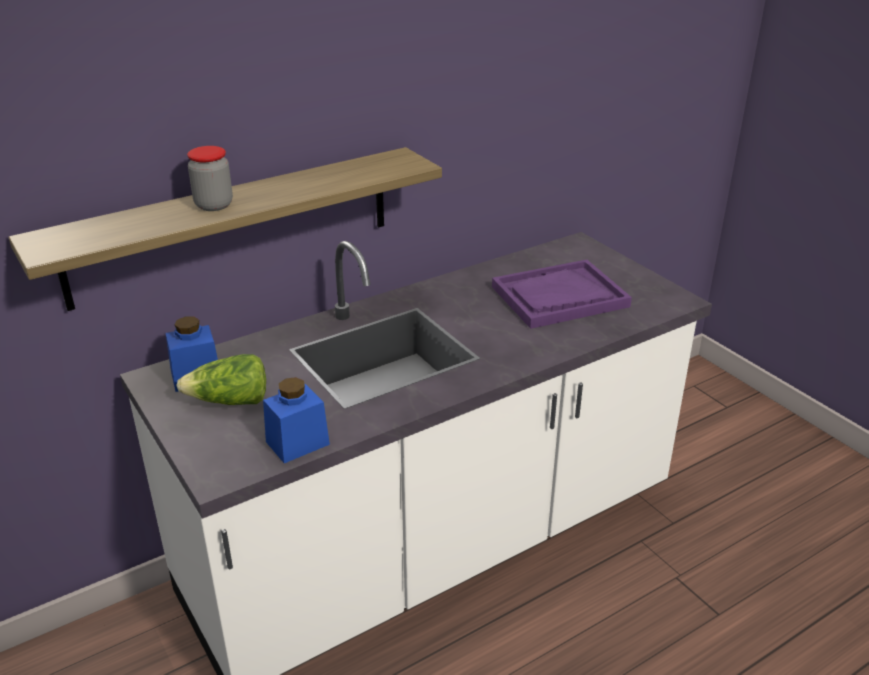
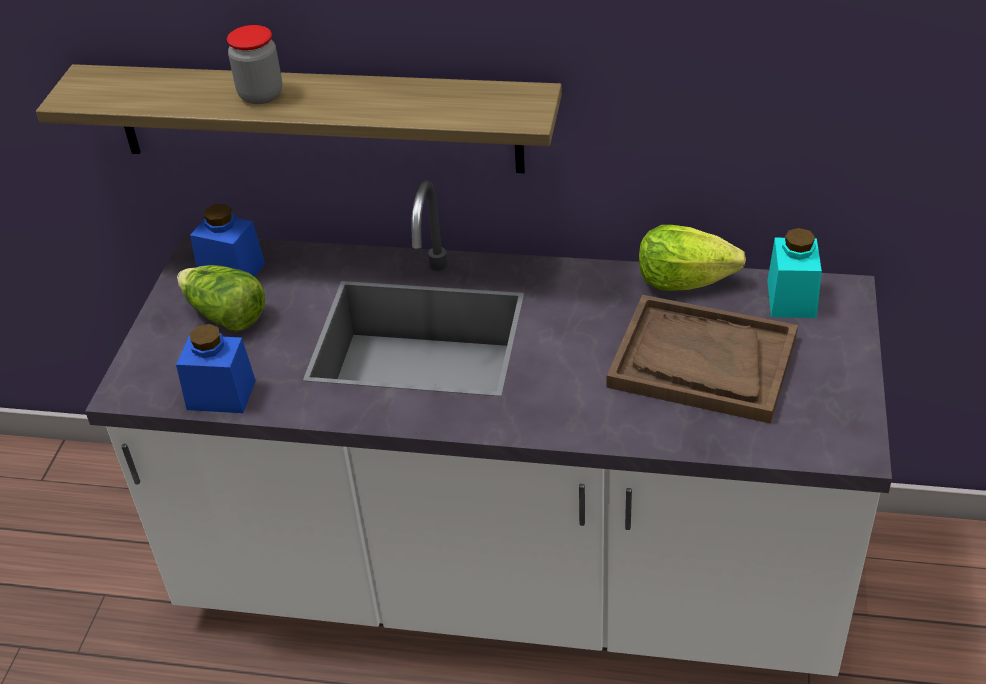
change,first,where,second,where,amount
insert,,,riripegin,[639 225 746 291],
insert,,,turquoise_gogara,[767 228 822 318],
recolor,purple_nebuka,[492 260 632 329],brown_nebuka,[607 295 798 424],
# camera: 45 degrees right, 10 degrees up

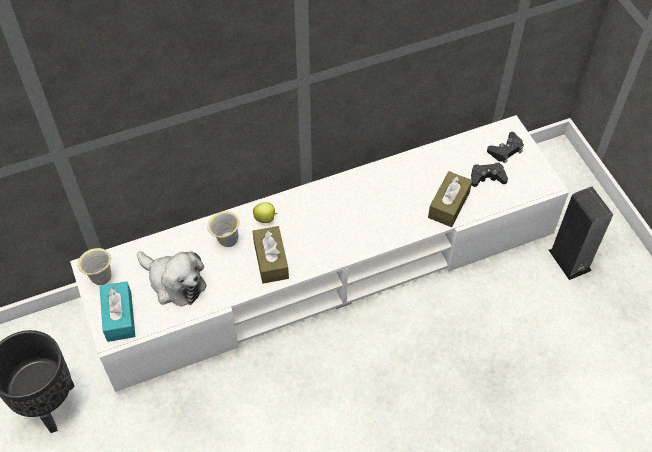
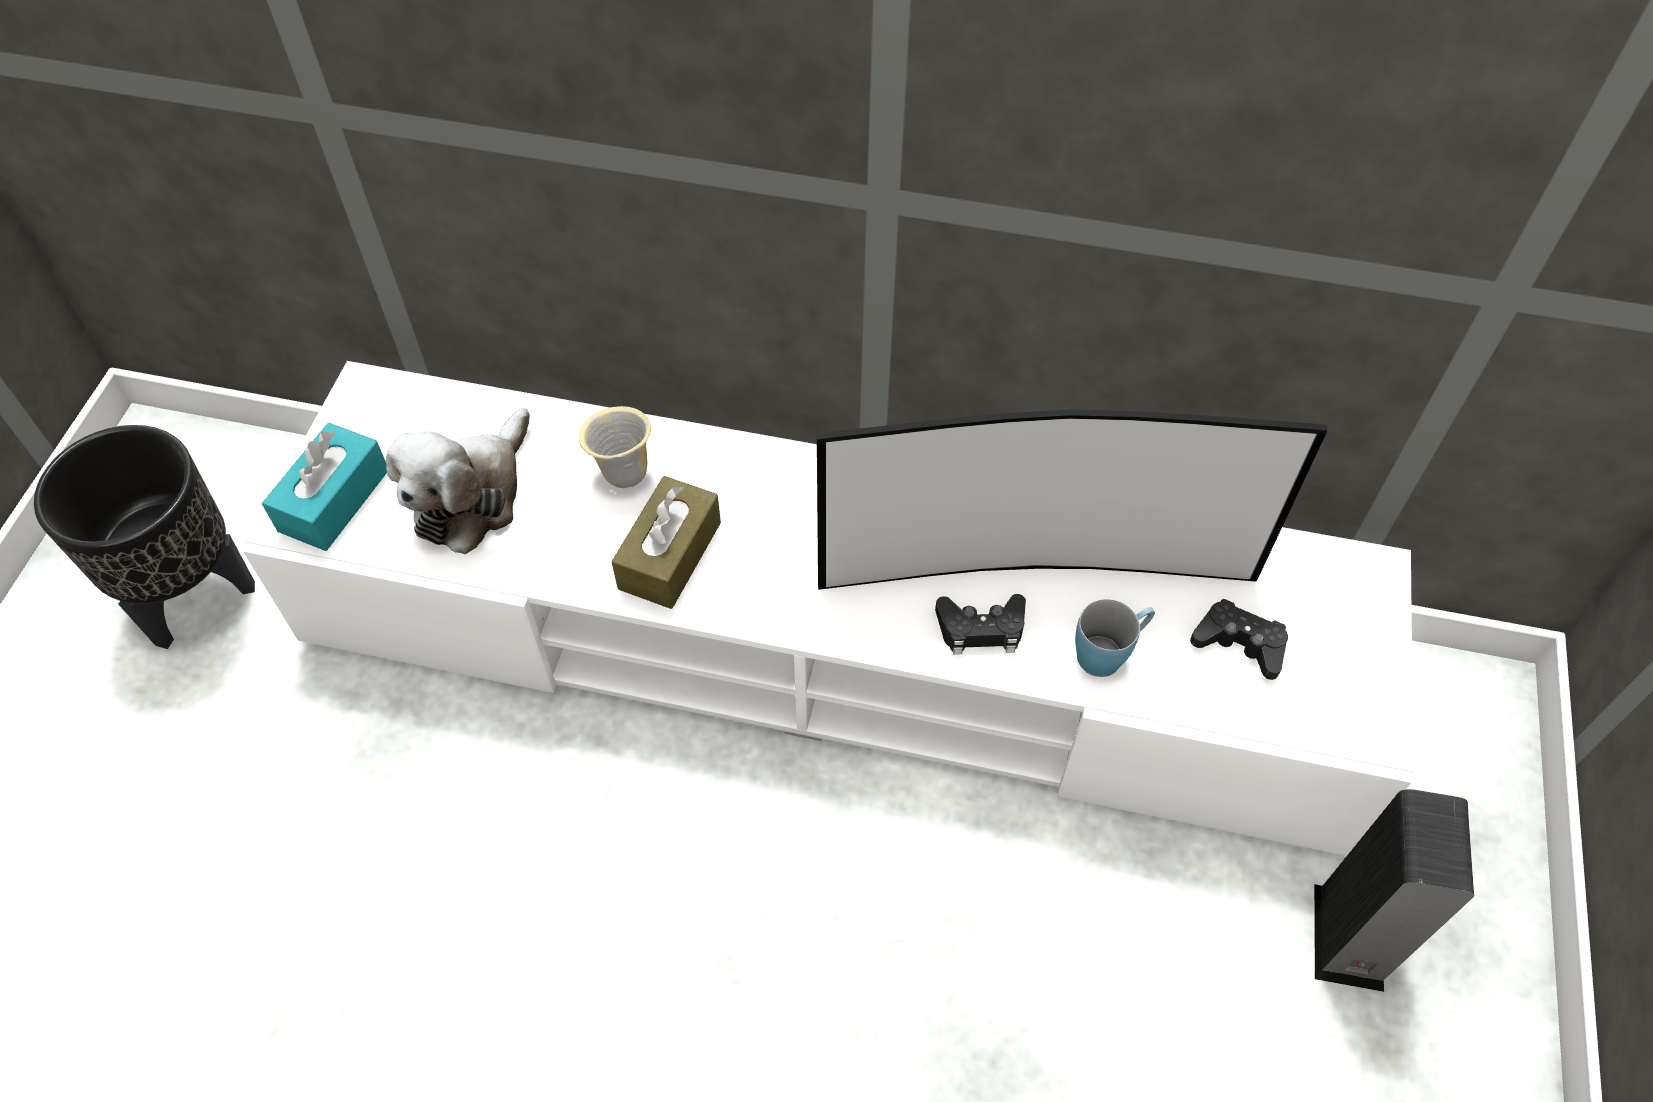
change,first,where,second,where,amount
delete,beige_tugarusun,[78 248 111 285],,,
delete,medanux,[253 202 278 223],,,
insert,,,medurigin,[817 410 1328 590],
move,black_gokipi,[487 132 524 163],,[935 594 1026 655],
replace,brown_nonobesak,[428 171 472 227],blue_tugarusun,[1075 599 1155 677],
rotate,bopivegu,[137 251 207 306],,[386 408 530 554],45 degrees clockwise
# camera: 35 degrees right, 0 degrees up

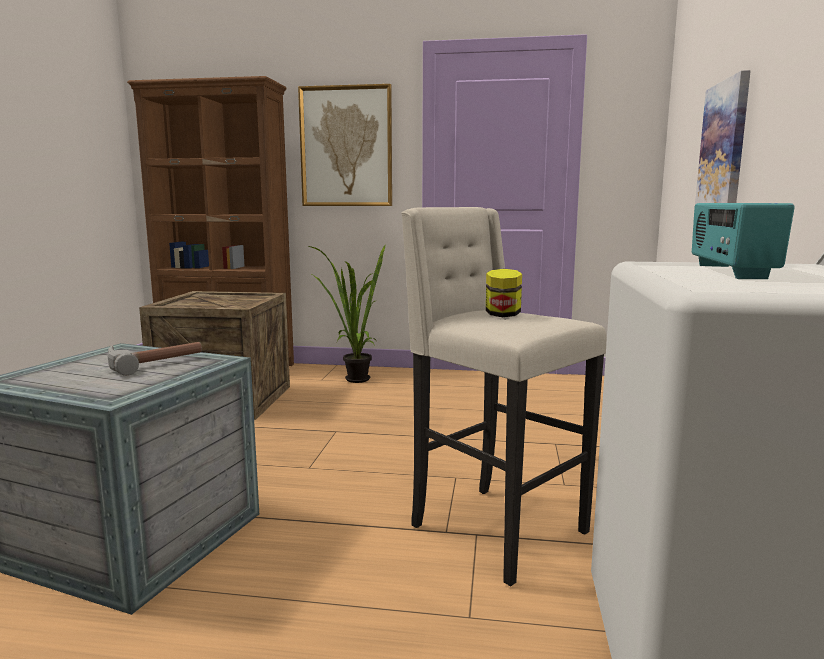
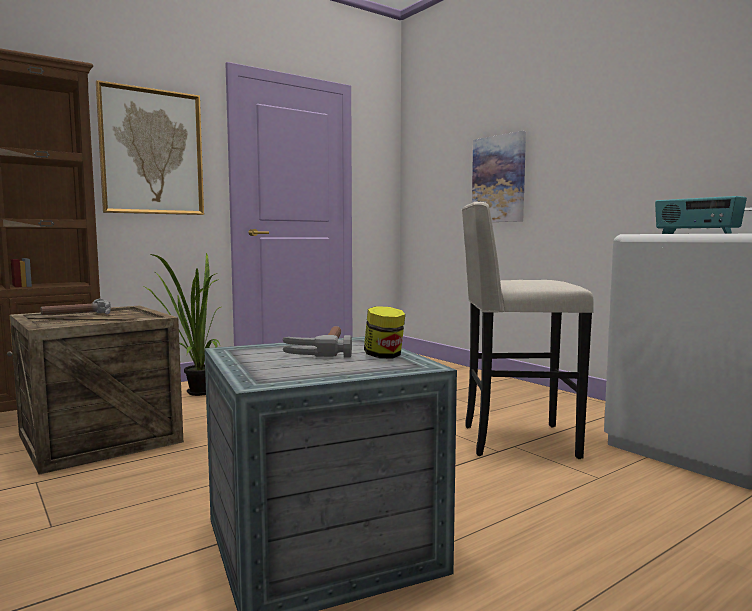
change,first,where,second,where,amount
insert,,,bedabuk,[41 299 111 315],
move,gogara,[486 269 522 317],,[364 306 405 359],
# camera: 45 degrees left, 5 degrees down

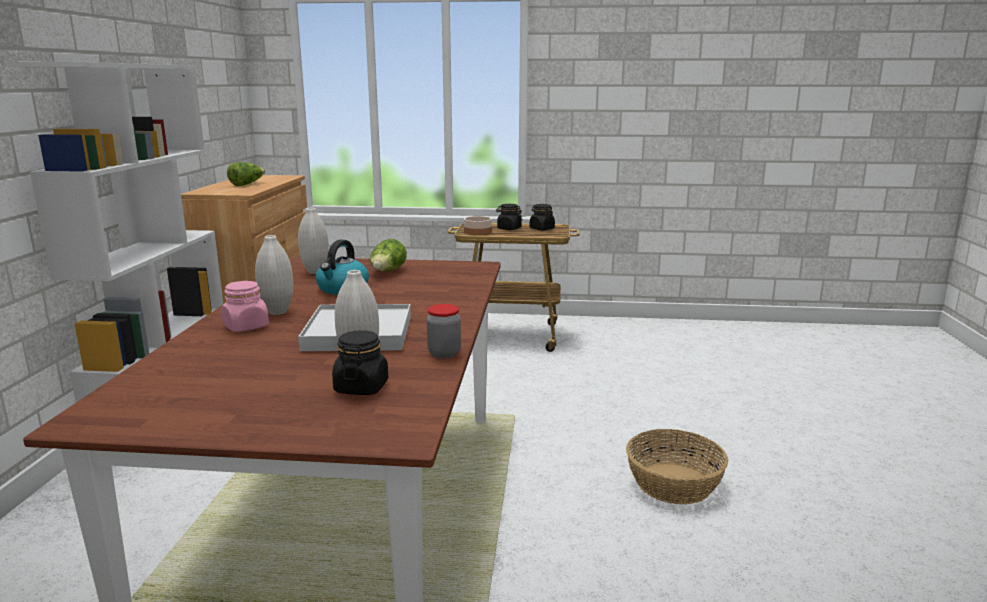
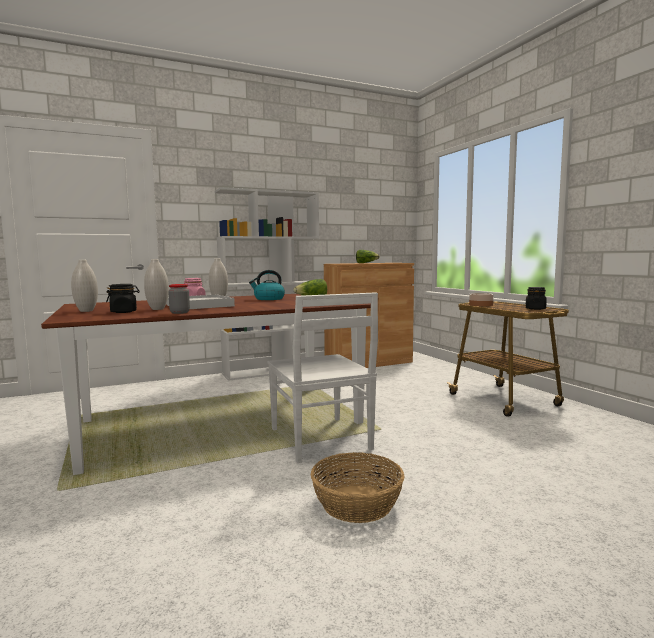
change,first,where,second,where,amount
delete,black_gogara,[496 204 522 230],,,
insert,,,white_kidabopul,[268 292 378 463],
move,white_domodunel,[298 208 329 274],,[71 260 98 312],
# camera: 60 degrees right, 10 degrees down

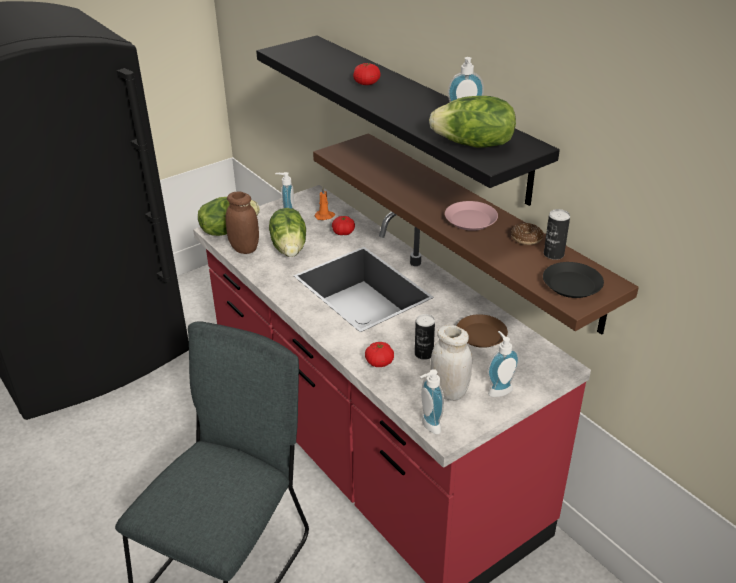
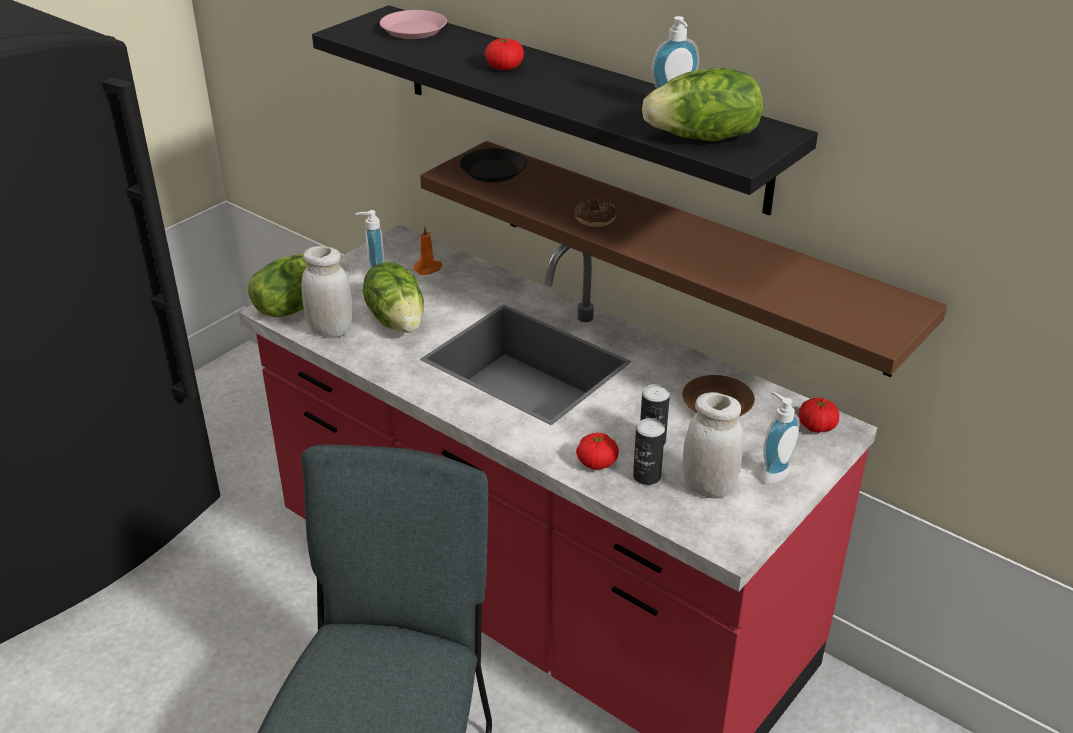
change,first,where,second,where,amount
delete,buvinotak,[420 369 444 434],,,
move,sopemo,[332 216 355 235],,[799 398 839 433],
move,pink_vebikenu,[445 201 498 231],,[380 10 447 39],
move,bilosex,[511 223 543 245],,[574 199 617 227],
move,black_vebikenu,[543 262 604 298],,[460 148 527 182],
move,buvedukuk,[544 209 570 260],,[633 418 665 485],
recolor,brown_gogara,[226 191 259 254],white_gogara,[301 246 352 338],
# camera: 15 degrees left, 0 degrees up

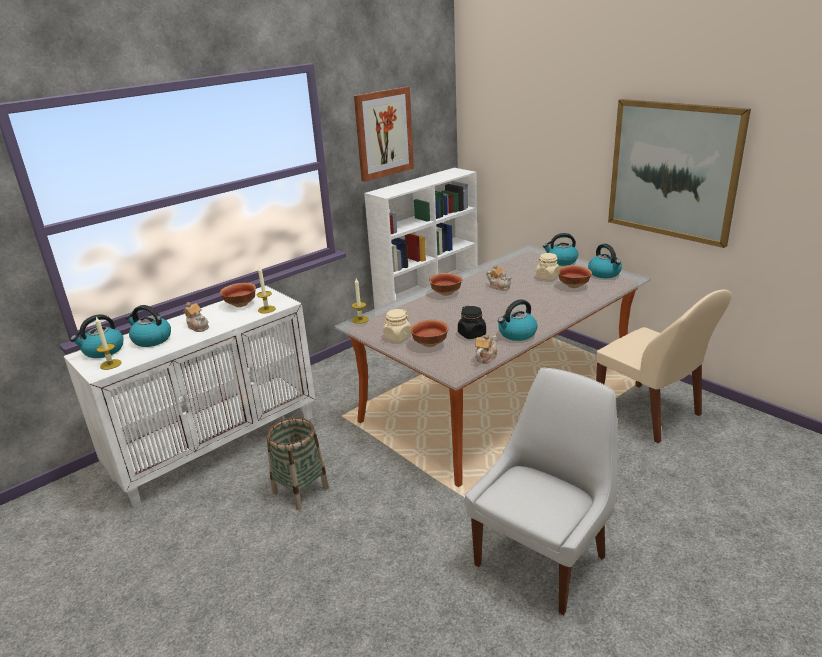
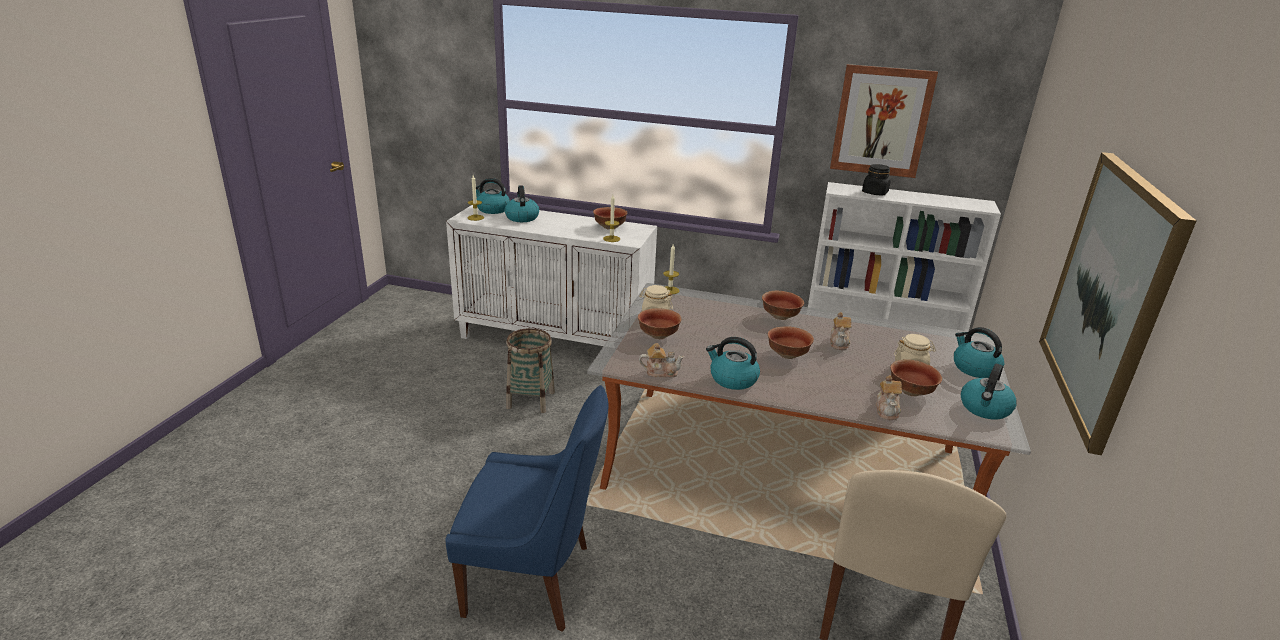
change,first,where,second,where,amount
insert,,,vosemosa,[768 326 814 359],
move,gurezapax,[183 302 209 332],,[876 375 902 420],
move,black_gogara,[458 306 486 339],,[862 164 890 196],
recolor,white_kidabopul,[465 367 618 615],blue_kidabopul,[445 385 608 632],
# camera: 55 degrees right, 0 degrees up

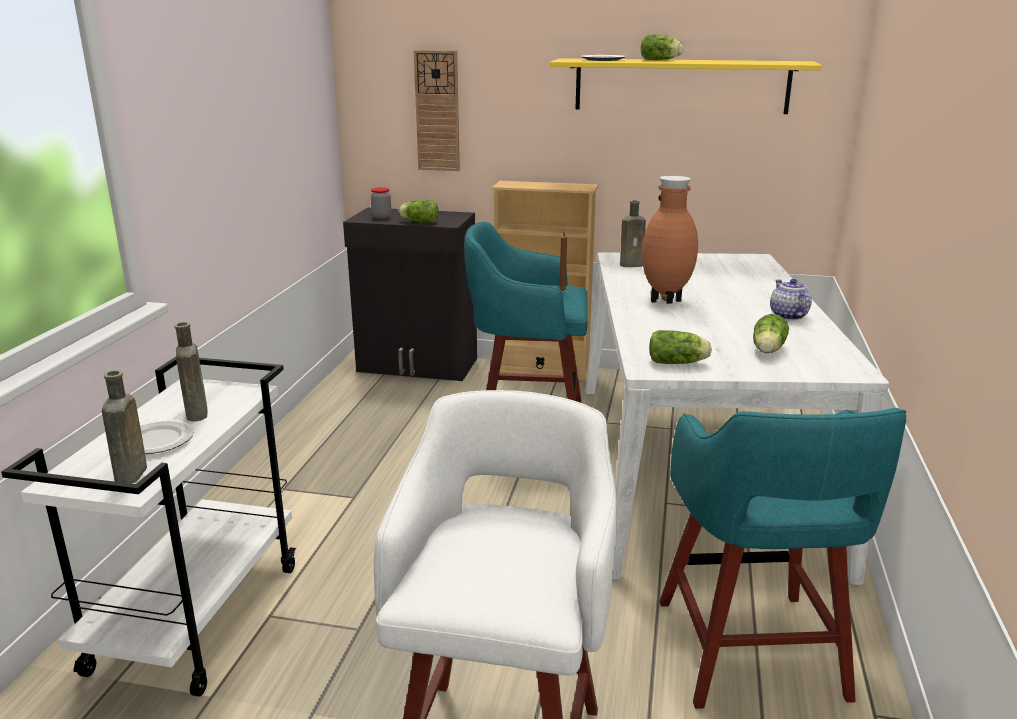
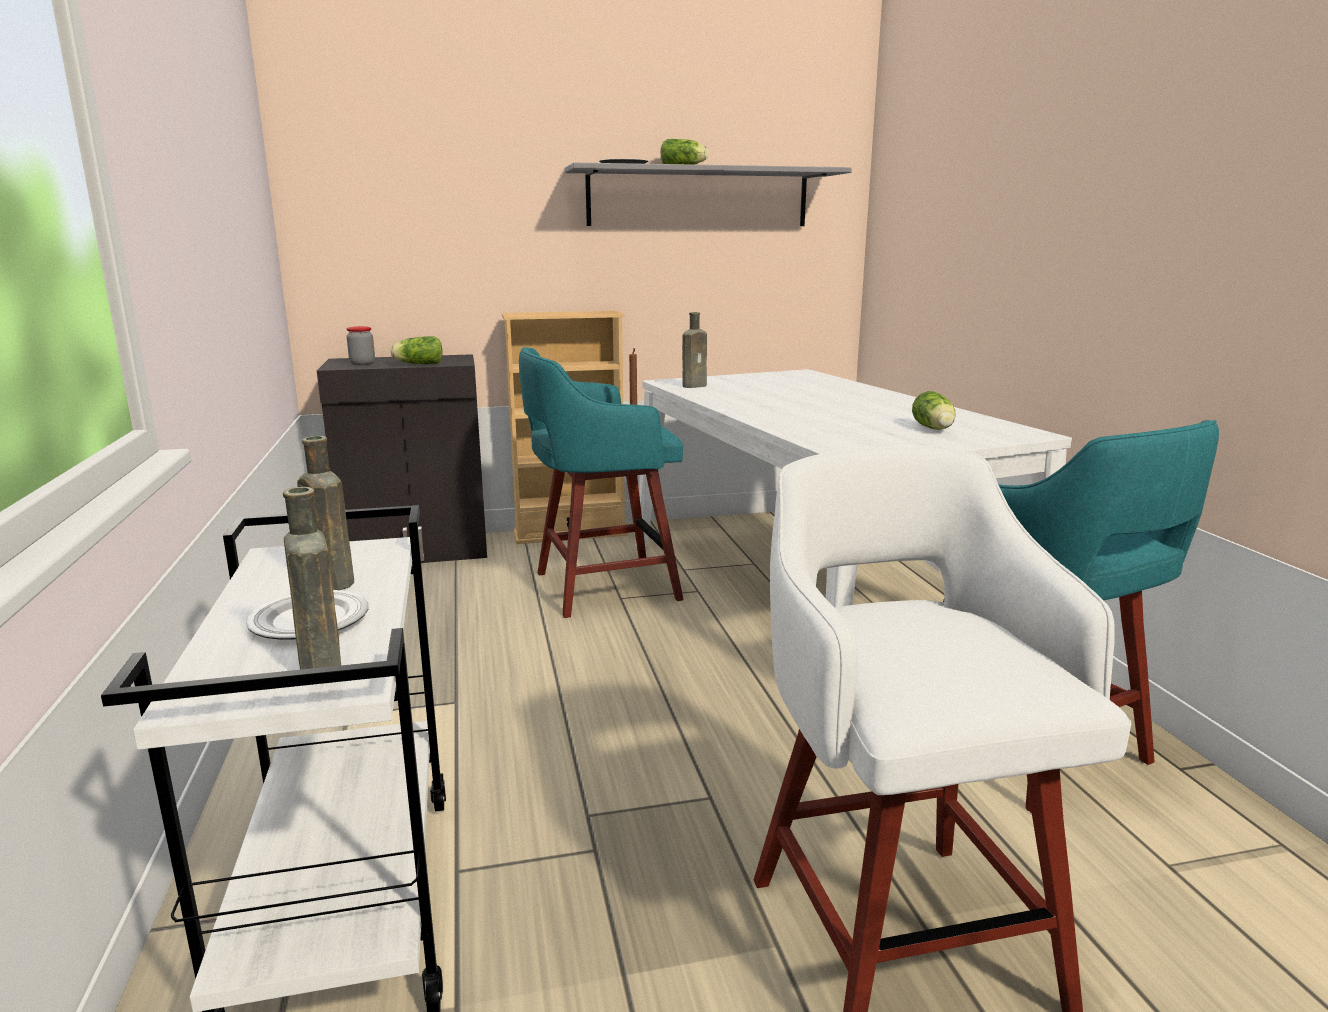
change,first,where,second,where,amount
delete,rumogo,[414 50 460 171],,,
delete,brown_domodunel,[642 176 698 304],,,
delete,riripegin,[649 330 712 364],,,
delete,gurezapax,[770 279 812 320],,,
recolor,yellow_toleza,[549 58 822 114],grey_toleza,[564 162 852 226],
# camera: 25 degrees left, 5 degrees down

